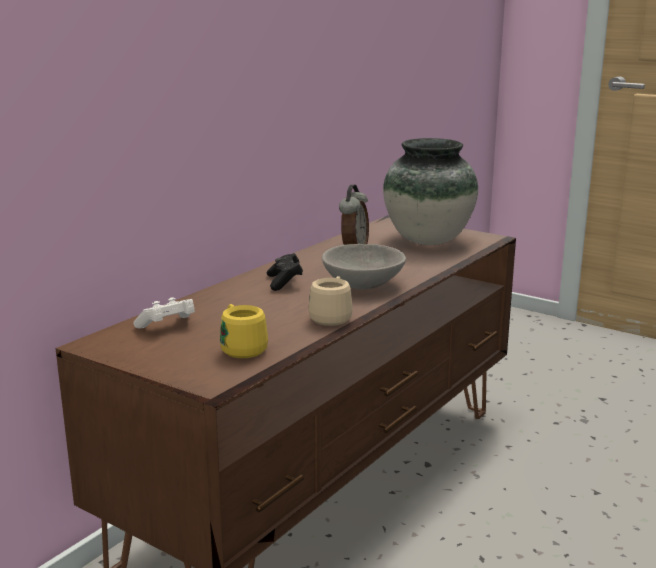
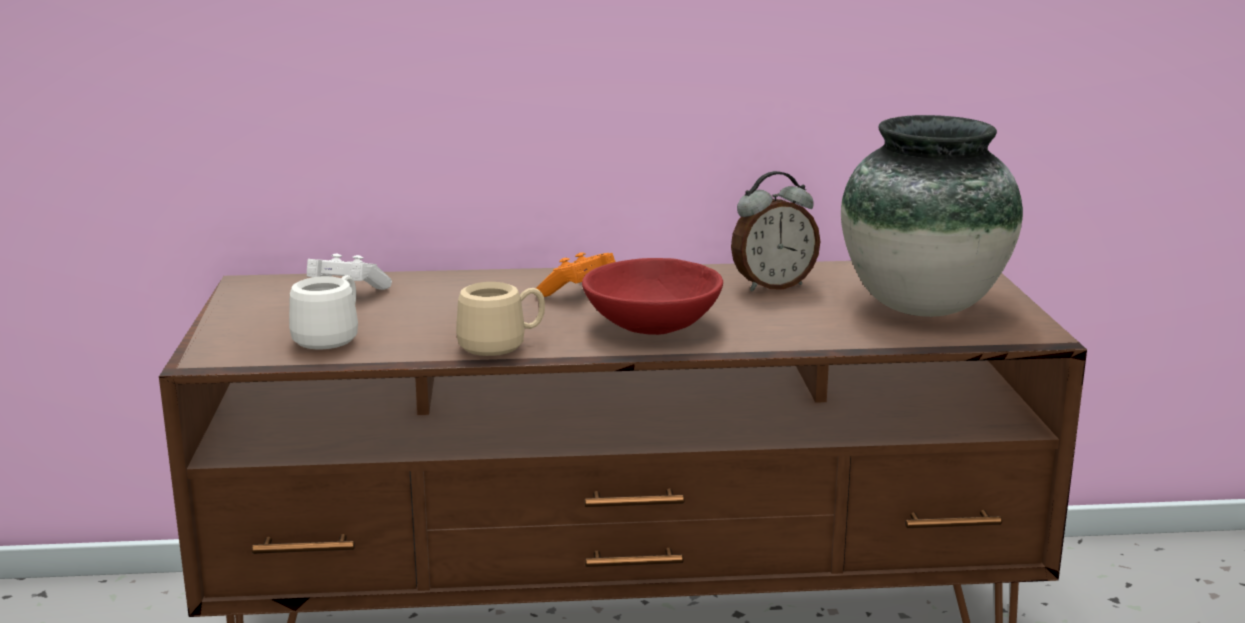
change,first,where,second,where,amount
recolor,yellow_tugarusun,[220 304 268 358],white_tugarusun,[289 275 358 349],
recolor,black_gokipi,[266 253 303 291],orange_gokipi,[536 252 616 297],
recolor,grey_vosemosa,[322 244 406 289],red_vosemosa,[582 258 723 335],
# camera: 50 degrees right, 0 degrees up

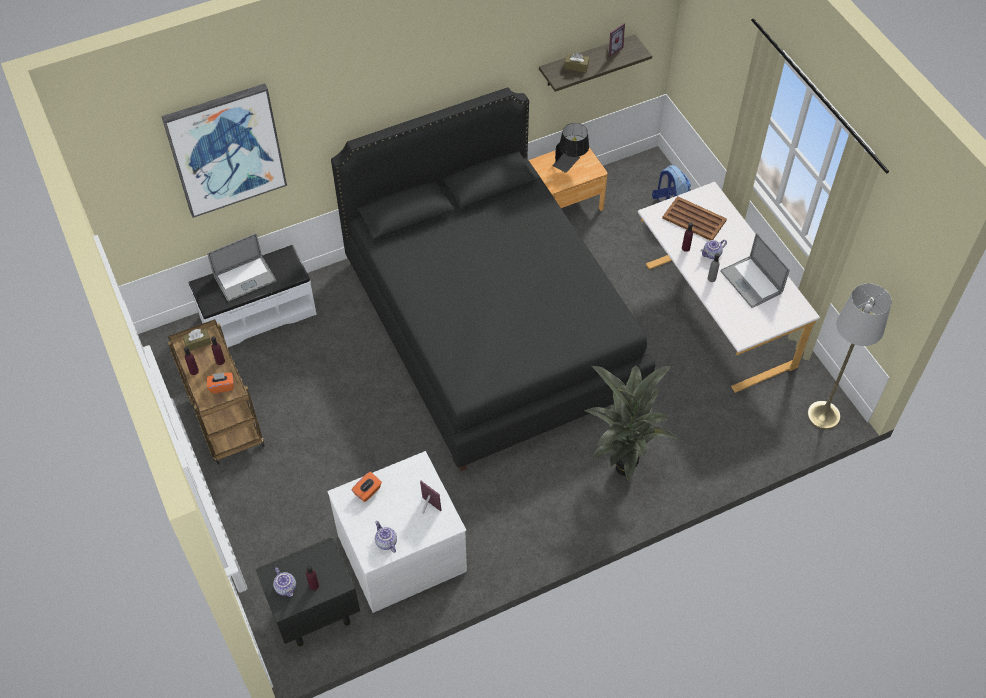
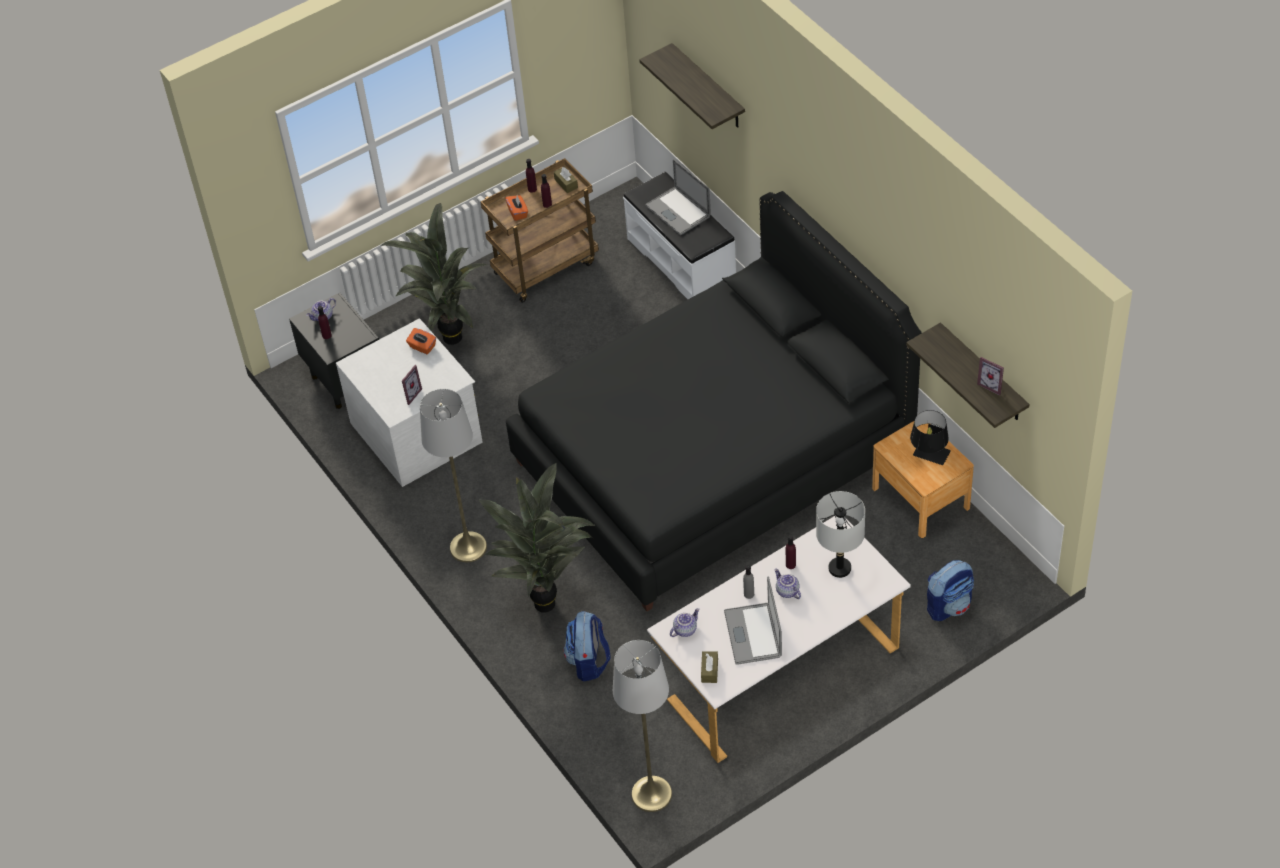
change,first,where,second,where,amount
insert,,,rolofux,[382 203 487 345],
insert,,,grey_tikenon,[420 389 487 562],
insert,,,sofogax,[564 611 611 681],
move,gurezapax,[375 521 397 553],,[670 608 700 637],
move,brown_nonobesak,[564 52 589 72],,[701 651 718 683],
replace,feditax,[161 83 287 218],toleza,[639 43 745 129],
replace,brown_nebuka,[662 196 727 240],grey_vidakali,[816 491 865 578],
rotate,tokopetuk,[720 233 790 308],,[724 577 782 665],60 degrees counterclockwise
# camera: 85 degrees right, 5 degrees down

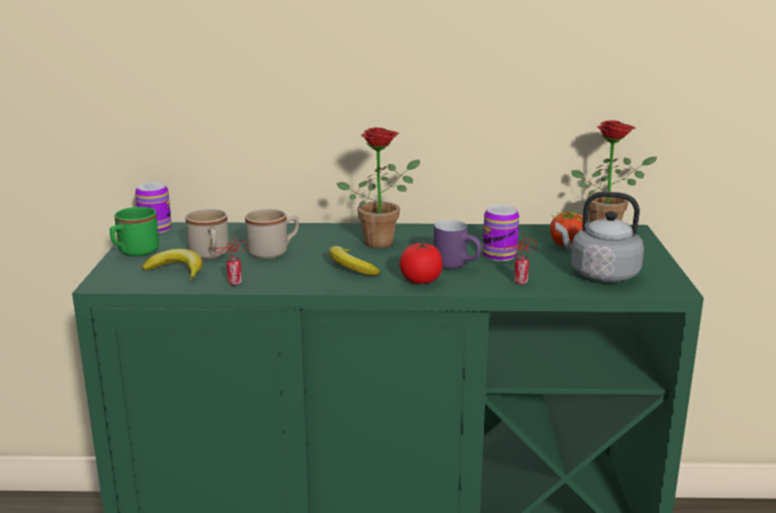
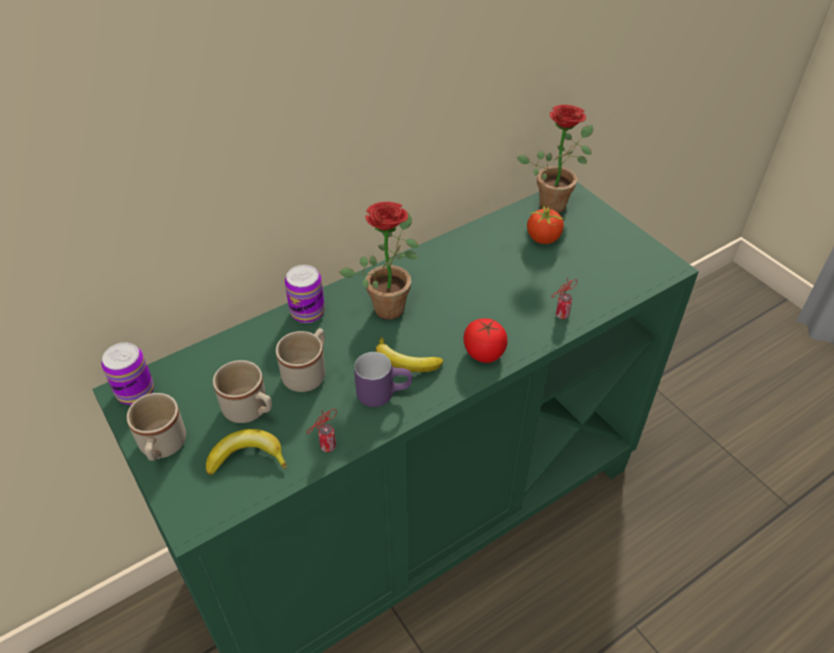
change,first,where,second,where,amount
delete,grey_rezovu,[555 192 644 282],,,
move,purple_tugarusun,[434 220 482 269],,[354 352 412 407],
move,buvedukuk,[483 205 519 261],,[285 265 325 323],
recolor,green_tugarusun,[110 207 159 256],beige_tugarusun,[127 393 186 461],
# camera: 35 degrees left, 25 degrees up

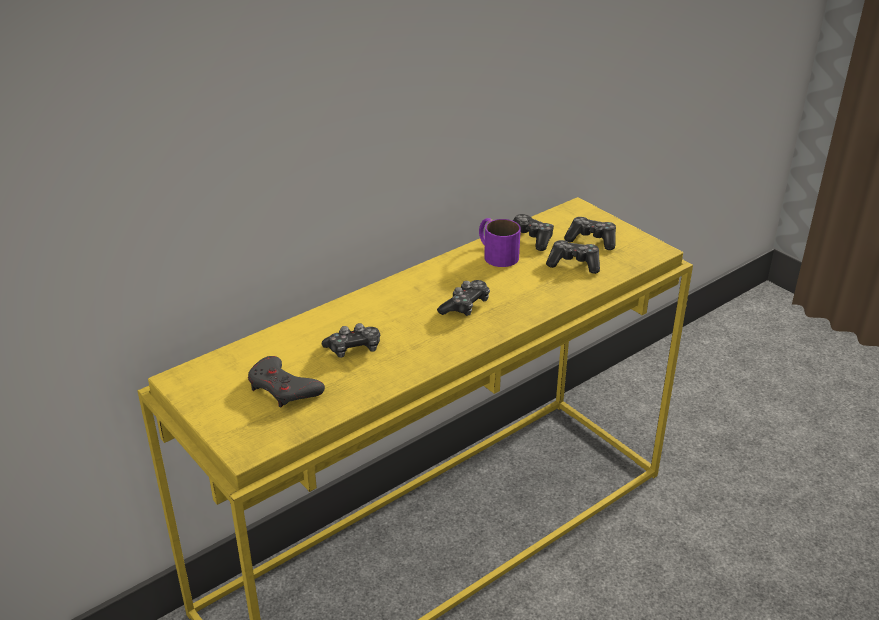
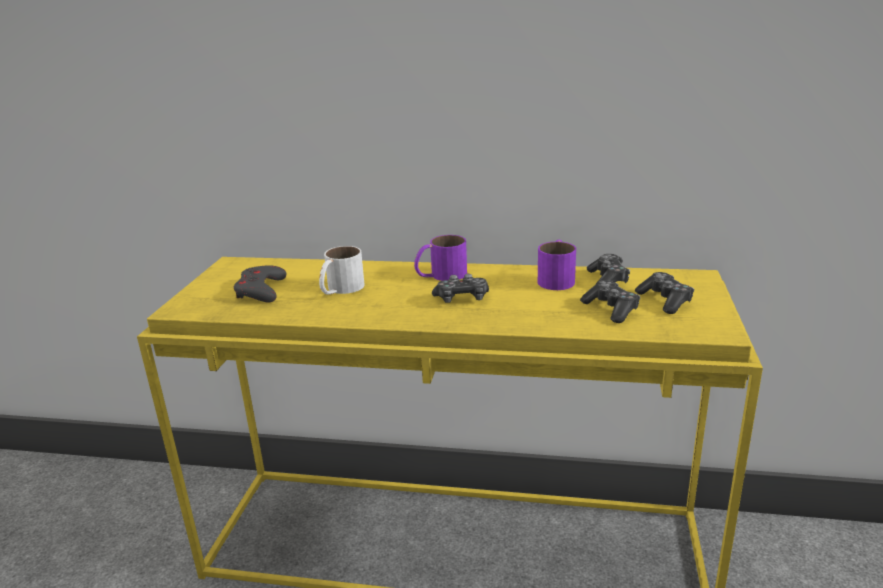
change,first,where,second,where,amount
insert,,,purple_tugarusun,[414 235 467 281],
replace,gokipi,[322 323 380 358],white_tugarusun,[319 246 364 295],
# camera: 50 degrees right, 10 degrees down

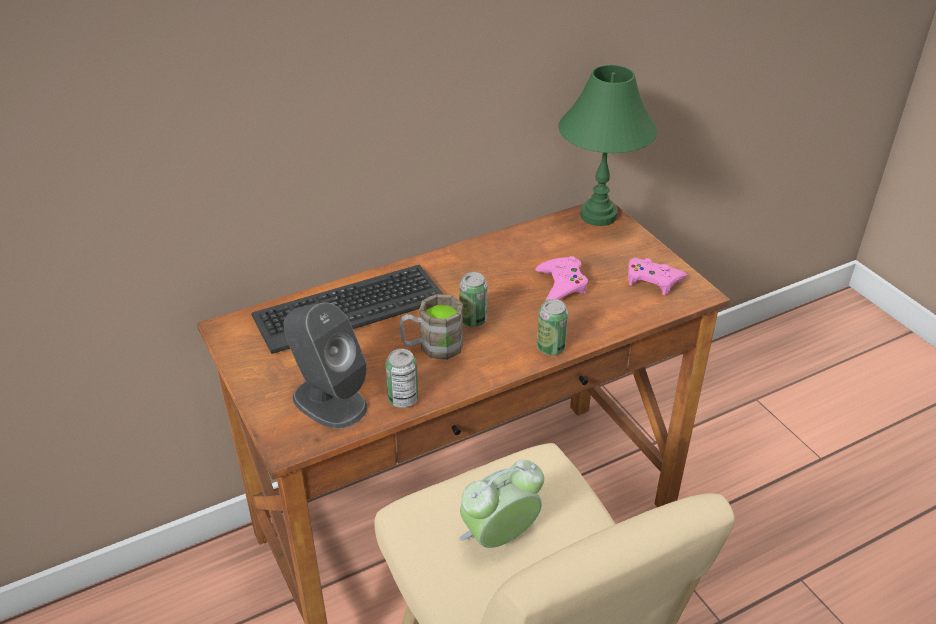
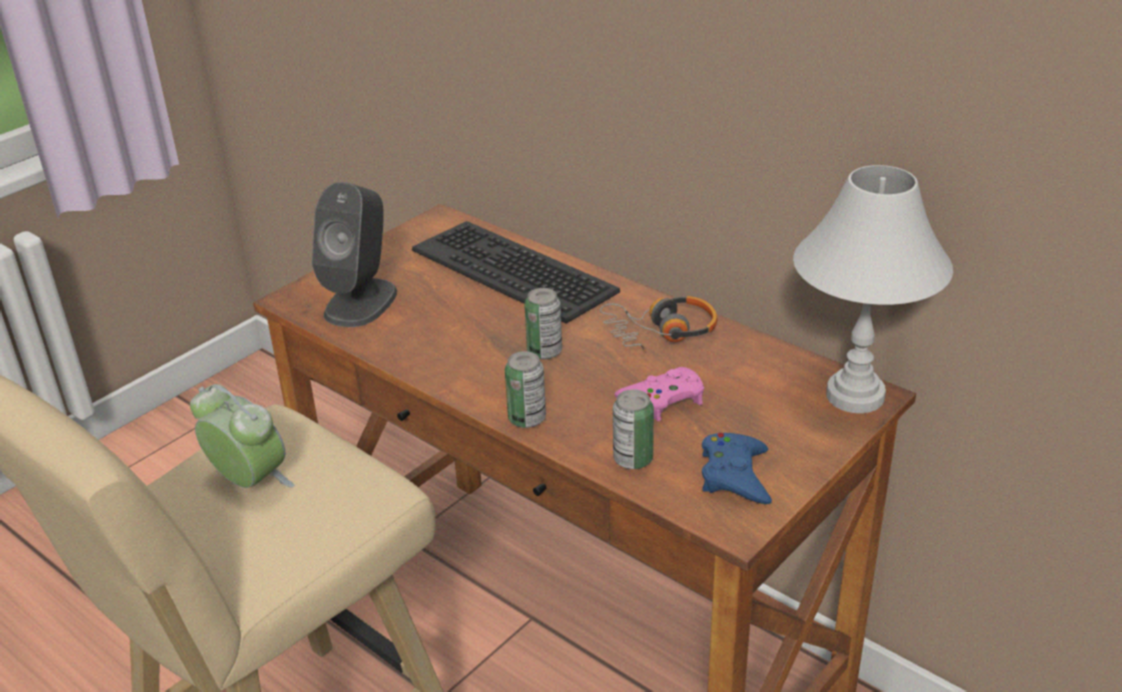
change,first,where,second,where,amount
delete,brown_tugarusun,[399 294 463 360],,,
insert,,,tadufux,[600 296 717 353],
move,buvedukuk,[385 349 418 408],,[613 389 654 469],
recolor,green_vidakali,[558 65 657 226],white_vidakali,[793 165 953 413],
recolor,pink_gokipi,[628 258 687 295],blue_gokipi,[702 433 772 504],
# camera: 70 degrees right, 5 degrees down

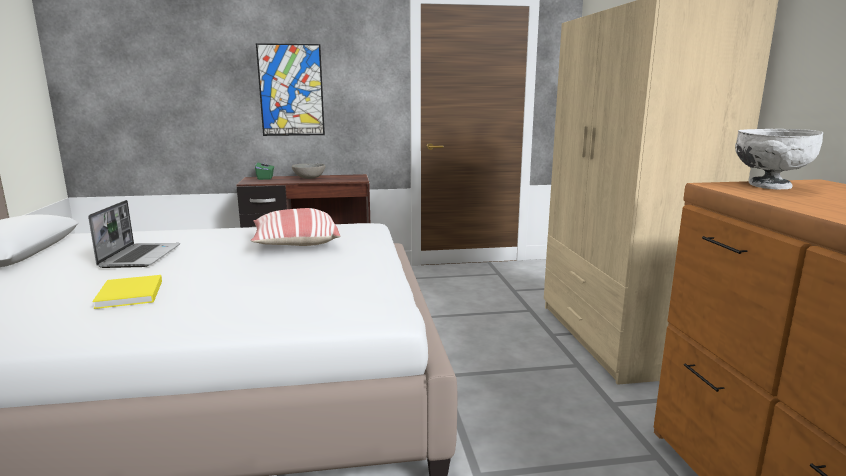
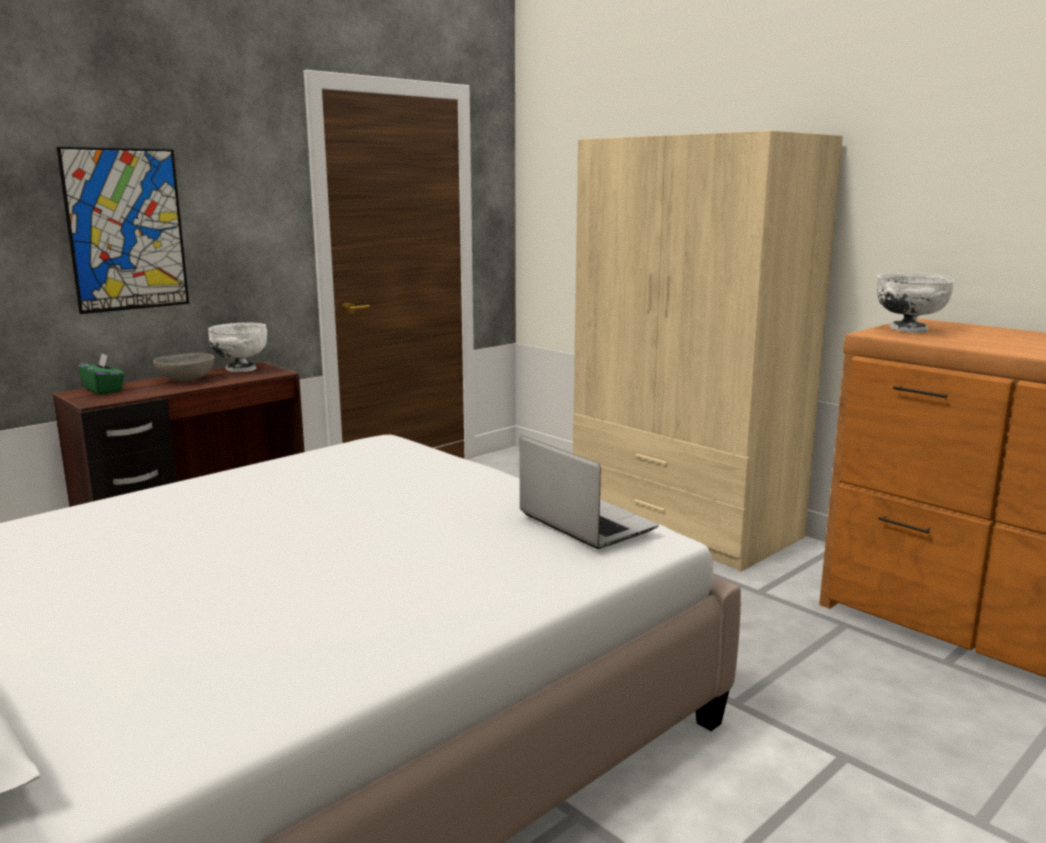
change,first,where,second,where,amount
delete,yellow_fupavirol,[92 275 162 309],,,
delete,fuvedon,[251 208 340 246],,,
insert,,,white_vosemosa,[208 322 267 372],
move,tokopetuk,[88 200 180 268],,[520 435 659 549],
# camera: 35 degrees left, 0 degrees up

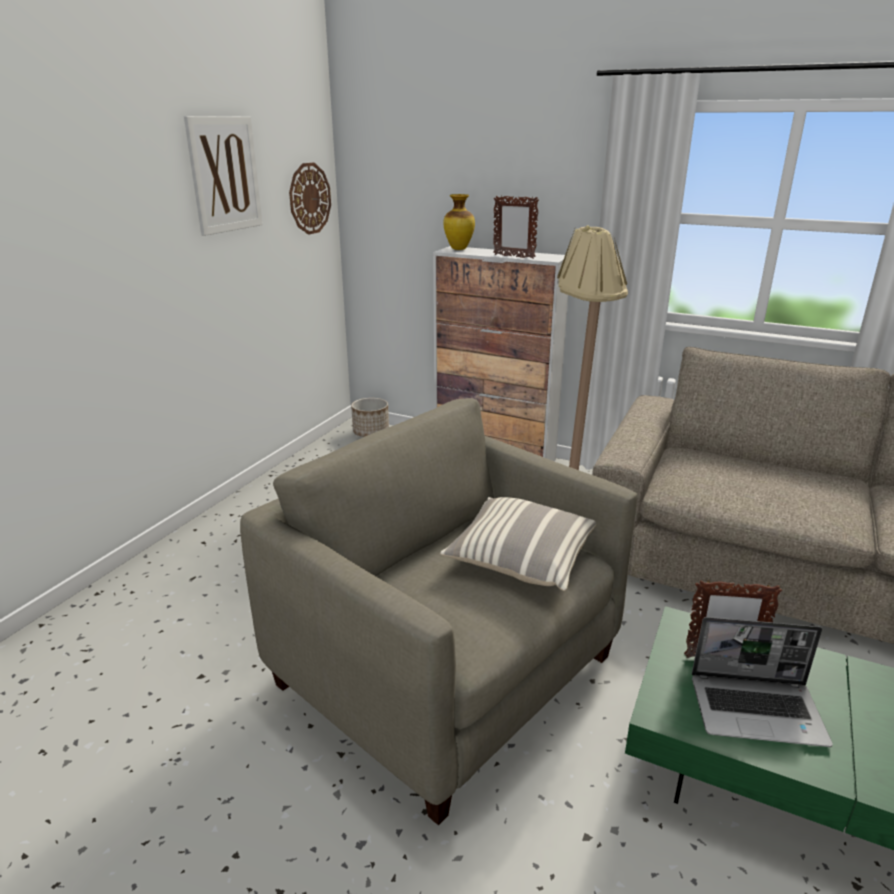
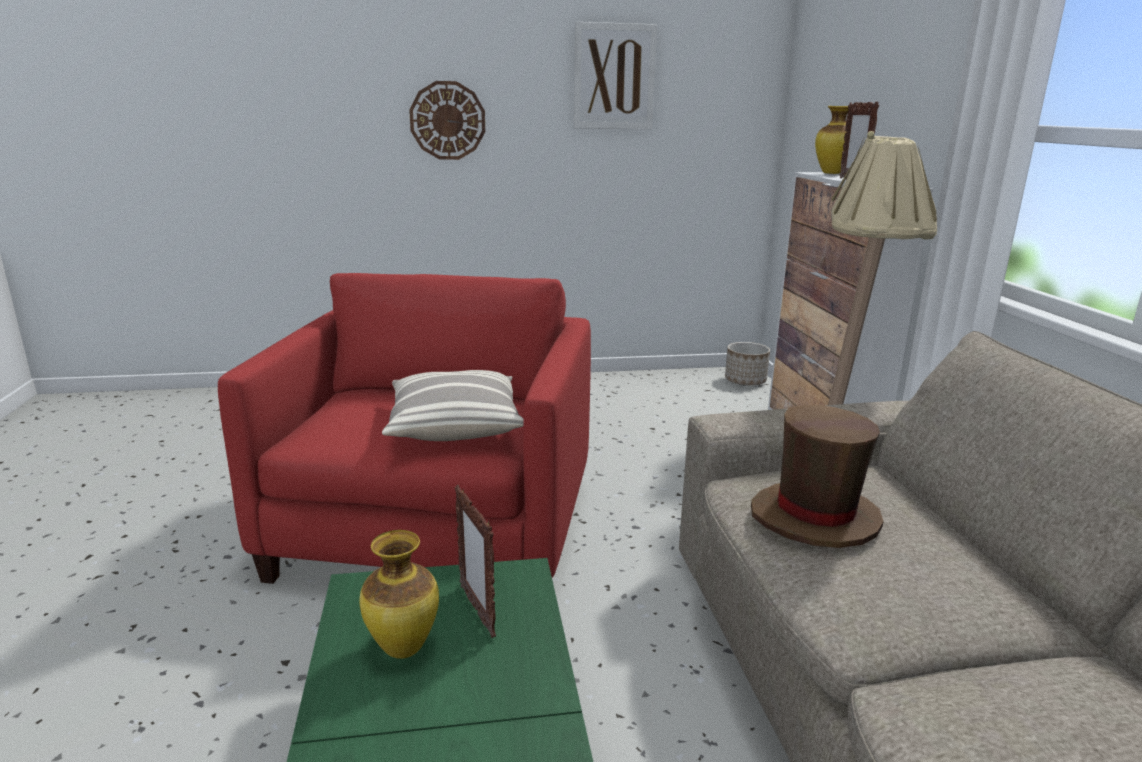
change,first,where,second,where,amount
insert,,,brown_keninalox,[751 404 883 548],
move,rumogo,[289 163 331 235],,[409 81 485 160],
replace,tokopetuk,[692 617 833 747],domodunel,[359 530 439 659],
recolor,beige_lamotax,[240 398 637 825],red_lamotax,[218 273 591 584],
# camera: 55 degrees right, 5 degrees down

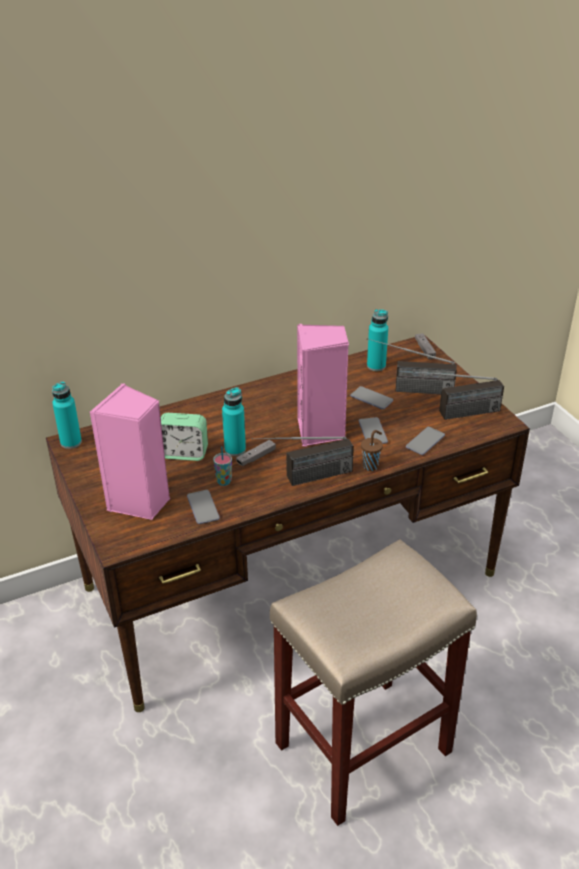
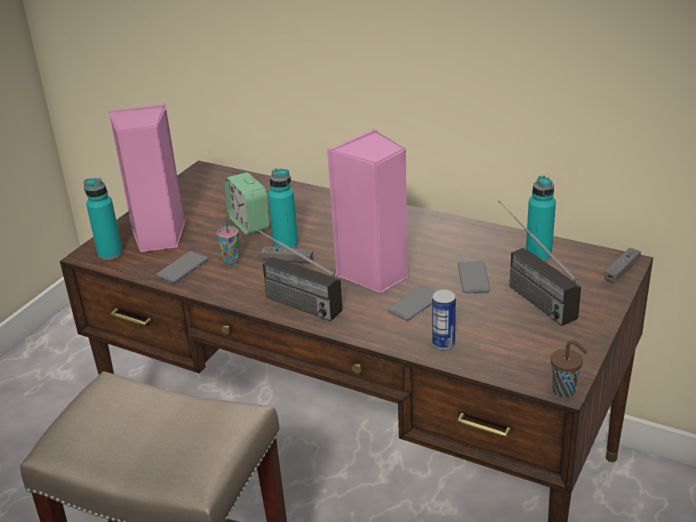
change,first,where,second,where,amount
delete,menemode,[413 371 504 420],,,
move,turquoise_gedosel,[52 381 82 449],,[84 178 123 260],
move,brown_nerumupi,[361 430 383 471],,[551 340 587 398],
replace,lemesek,[406 427 445 455],buvedukuk,[432 289 456 351],
# camera: 55 degrees right, 5 degrees down

